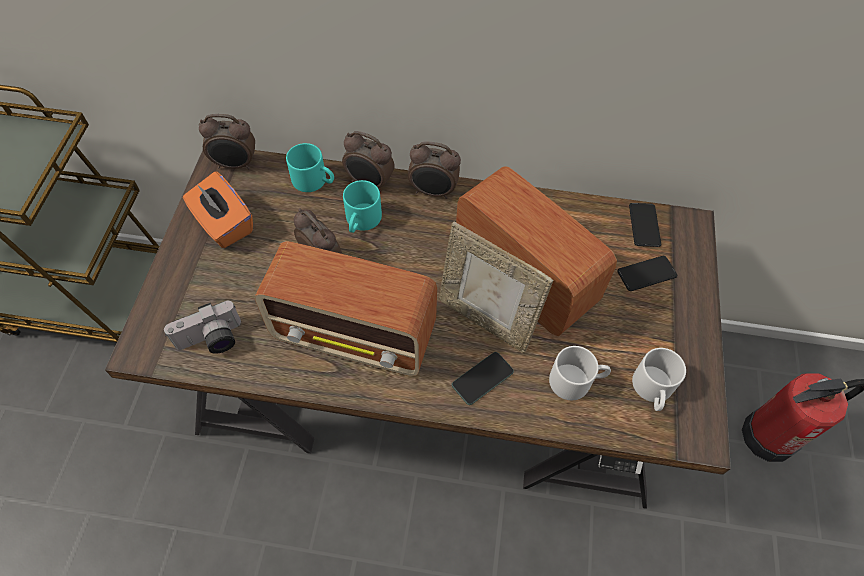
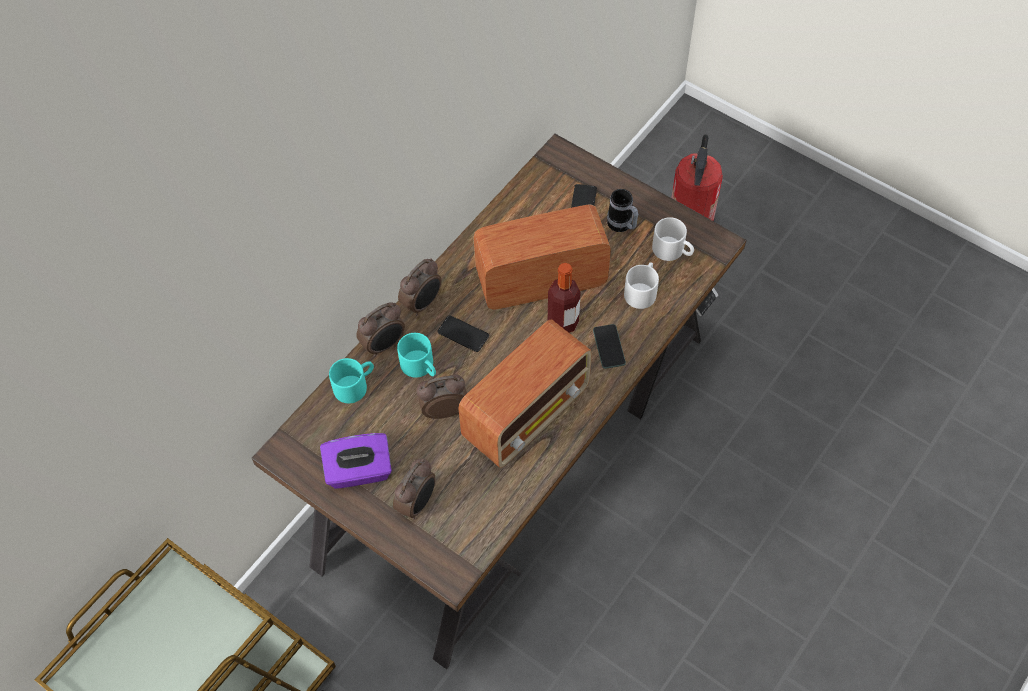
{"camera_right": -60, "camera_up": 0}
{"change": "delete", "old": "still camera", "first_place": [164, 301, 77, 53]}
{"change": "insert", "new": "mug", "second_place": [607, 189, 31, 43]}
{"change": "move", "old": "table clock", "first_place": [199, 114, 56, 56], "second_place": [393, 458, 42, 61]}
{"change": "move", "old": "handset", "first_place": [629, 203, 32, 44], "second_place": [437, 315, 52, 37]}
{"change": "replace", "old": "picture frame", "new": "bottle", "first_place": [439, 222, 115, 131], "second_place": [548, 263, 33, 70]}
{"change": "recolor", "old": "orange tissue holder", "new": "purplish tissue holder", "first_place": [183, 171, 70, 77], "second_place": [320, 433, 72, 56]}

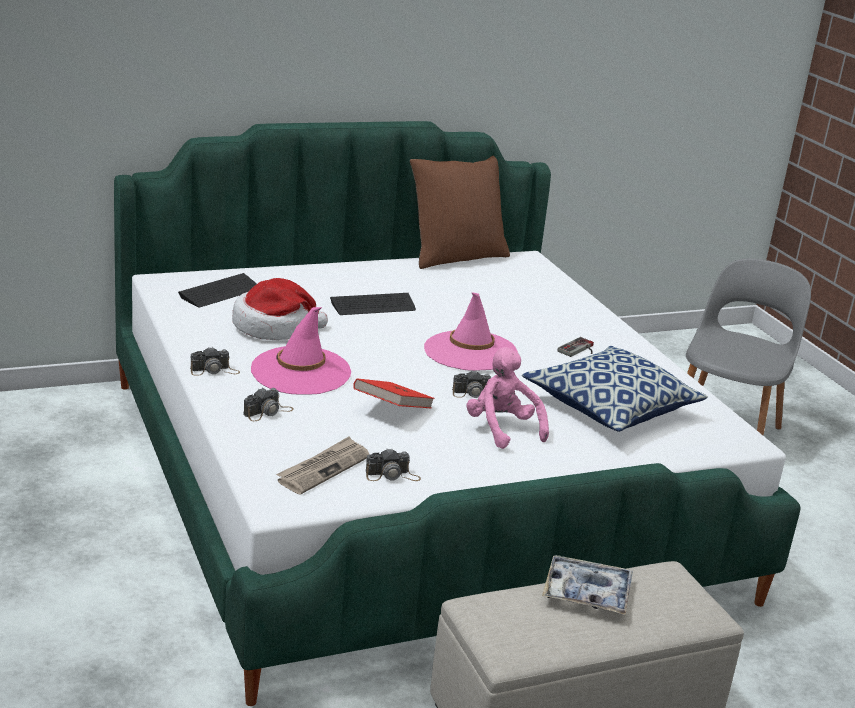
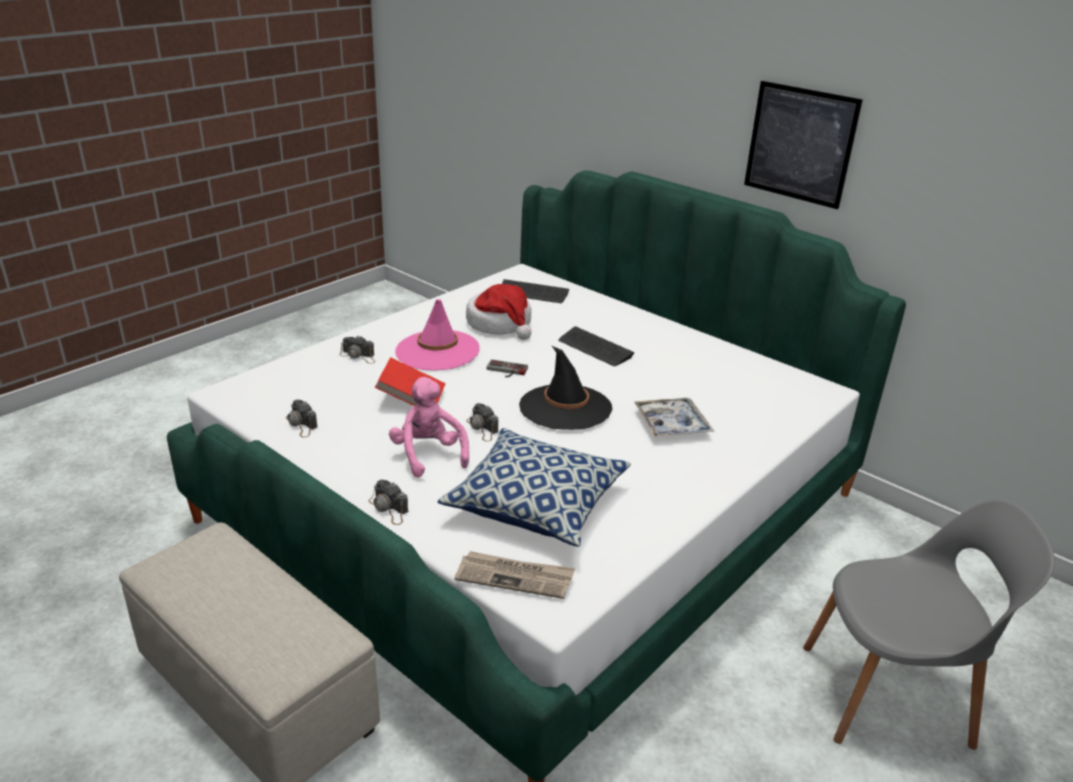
{"camera_right": 65, "camera_up": 5}
{"change": "delete", "old": "brown cushion", "first_place": [410, 156, 100, 113]}
{"change": "insert", "new": "wall picture", "second_place": [744, 81, 119, 128]}
{"change": "move", "old": "still camera", "first_place": [190, 347, 50, 29], "second_place": [369, 479, 39, 46]}
{"change": "move", "old": "printed paper", "first_place": [276, 436, 93, 58], "second_place": [454, 551, 121, 48]}
{"change": "move", "old": "tray", "first_place": [542, 555, 91, 60], "second_place": [634, 398, 81, 39]}
{"change": "move", "old": "joypad", "first_place": [557, 337, 37, 20], "second_place": [487, 359, 41, 18]}
{"change": "recolor", "old": "pinkish clothing hat", "new": "black-coloured clothing hat", "first_place": [424, 292, 94, 79], "second_place": [519, 346, 93, 84]}
{"change": "rotate", "old": "pinkish cuddly toy", "first_place": [466, 347, 83, 102], "second_place": [389, 377, 80, 101], "degrees": -60}

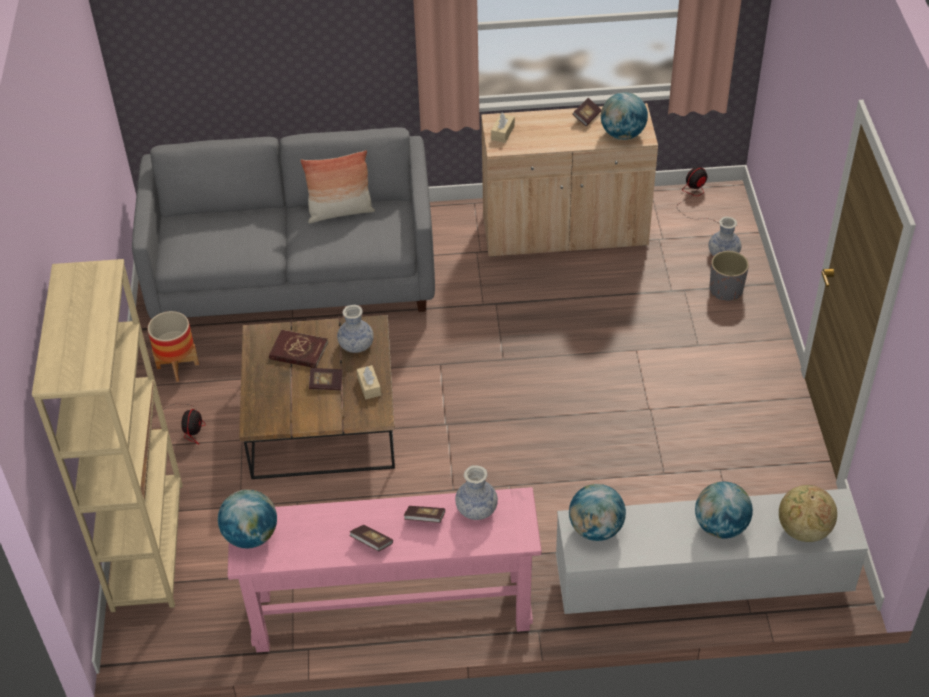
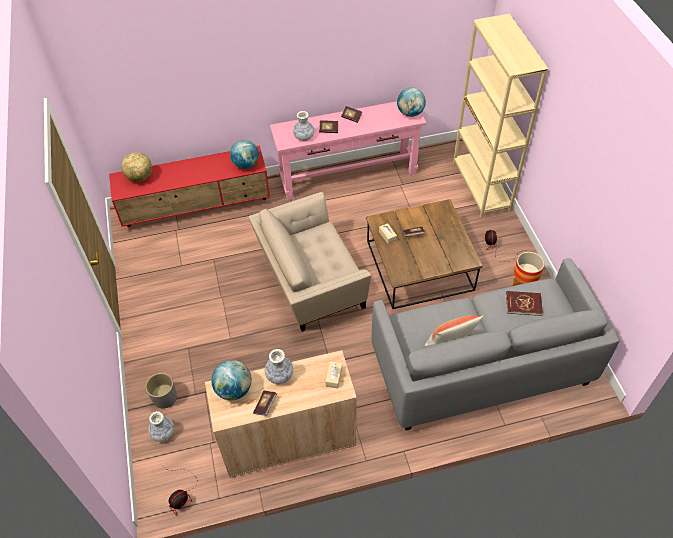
{"camera_right": 170, "camera_up": 5}
{"change": "delete", "old": "world globe", "first_place": [695, 482, 58, 56]}
{"change": "insert", "new": "beige easy chair", "second_place": [248, 192, 123, 140]}
{"change": "move", "old": "reddish bound book", "first_place": [269, 330, 59, 38], "second_place": [506, 291, 37, 25]}
{"change": "move", "old": "decorative vase", "first_place": [337, 305, 37, 48], "second_place": [265, 349, 28, 35]}
{"change": "recolor", "old": "white tv unit", "new": "reddish tv unit", "first_place": [556, 488, 312, 126], "second_place": [109, 146, 161, 81]}

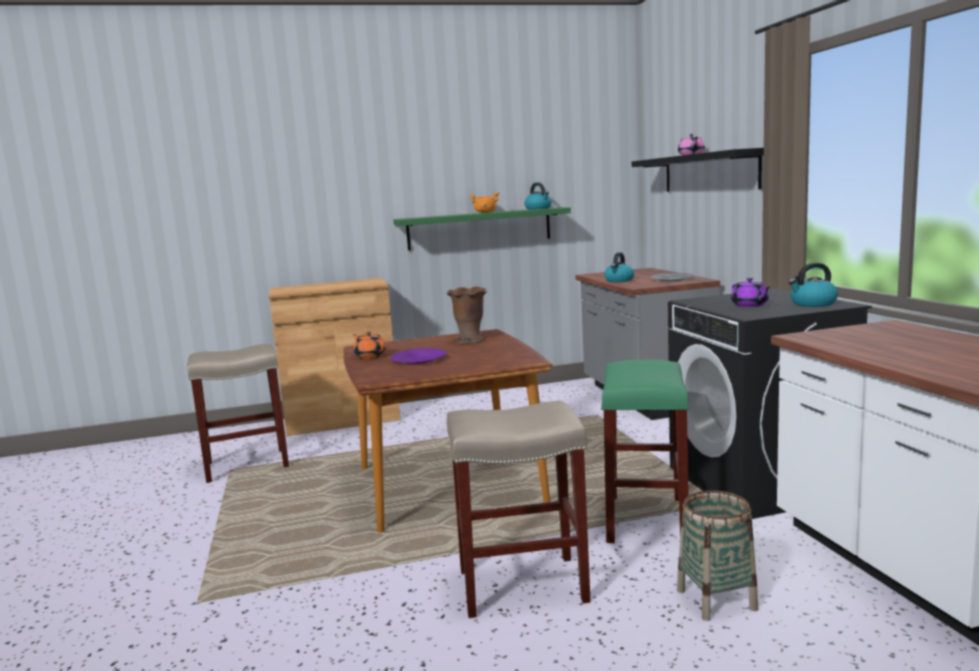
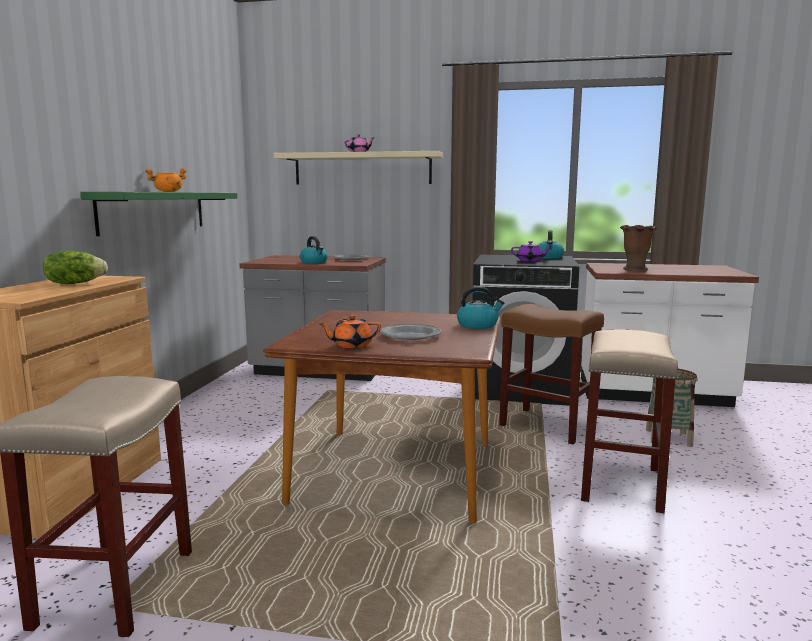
{"camera_right": -65, "camera_up": 0}
{"change": "insert", "new": "lettuce head", "second_place": [43, 251, 65, 33]}
{"change": "move", "old": "brown decorative vase", "first_place": [447, 286, 40, 58], "second_place": [620, 225, 37, 46]}
{"change": "move", "old": "tea kettle", "first_place": [525, 182, 27, 28], "second_place": [457, 287, 47, 42]}
{"change": "recolor", "old": "purplish flat dish", "new": "greyish flat dish", "first_place": [390, 348, 56, 16], "second_place": [380, 324, 62, 16]}
{"change": "recolor", "old": "green stool", "new": "brown stool", "first_place": [601, 359, 89, 184], "second_place": [499, 304, 105, 140]}
{"change": "recolor", "old": "black-coloured bracket shelf", "new": "beige bracket shelf", "first_place": [632, 148, 132, 44], "second_place": [274, 151, 169, 34]}

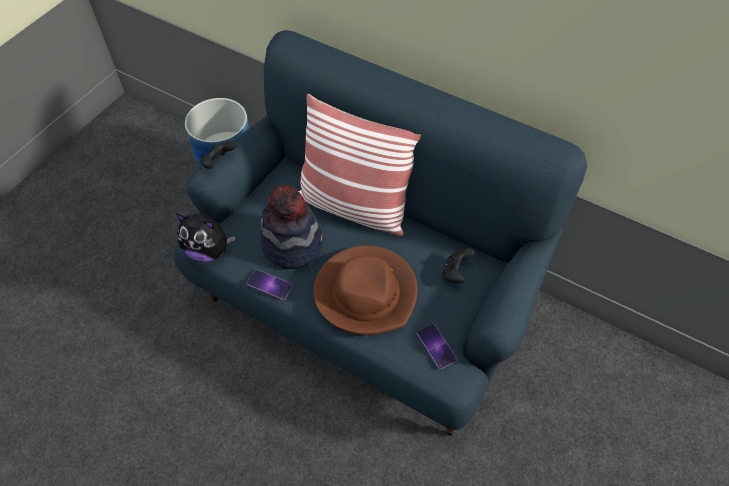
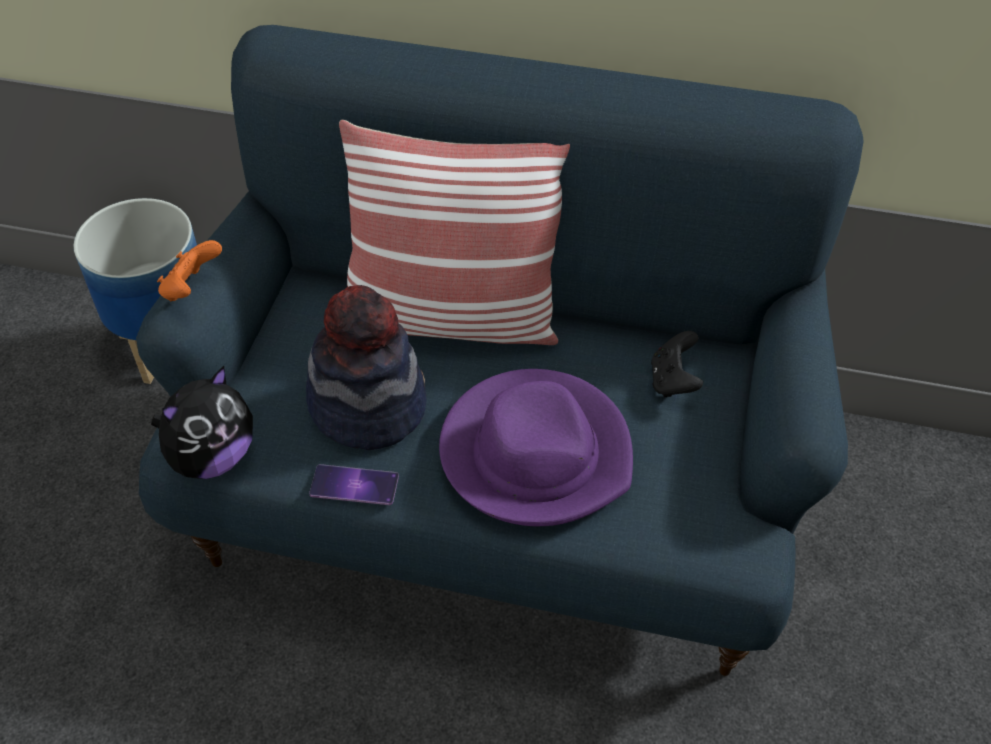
{"camera_right": -20, "camera_up": -5}
{"change": "delete", "old": "handset", "first_place": [417, 324, 41, 45]}
{"change": "recolor", "old": "black-coloured joypad", "new": "orange joypad", "first_place": [200, 141, 36, 28], "second_place": [157, 240, 65, 61]}
{"change": "recolor", "old": "brown clothing hat", "new": "purplish clothing hat", "first_place": [313, 245, 105, 90], "second_place": [439, 369, 194, 157]}
{"change": "rotate", "old": "cuddly toy", "first_place": [176, 213, 59, 49], "second_place": [151, 366, 102, 113], "degrees": -45}

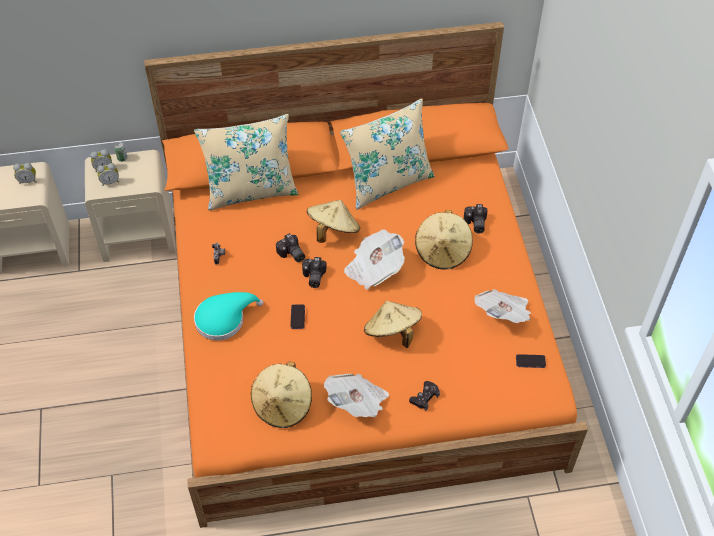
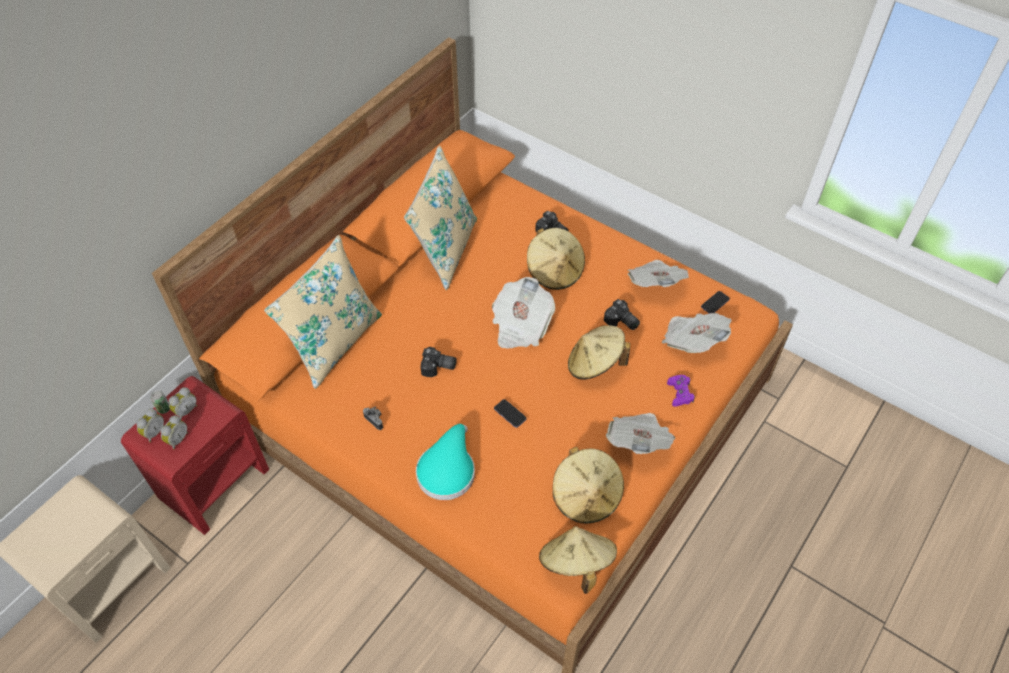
{"camera_right": -45, "camera_up": 0}
{"change": "insert", "new": "printed paper", "second_place": [662, 313, 70, 40]}
{"change": "move", "old": "table clock", "first_place": [13, 163, 24, 21], "second_place": [169, 387, 28, 32]}
{"change": "move", "old": "still camera", "first_place": [302, 257, 25, 31], "second_place": [604, 299, 36, 31]}
{"change": "move", "old": "beige clothing hat", "first_place": [307, 200, 53, 43], "second_place": [539, 526, 78, 68]}
{"change": "recolor", "old": "beige nightstand", "new": "reddish nightstand", "first_place": [85, 150, 91, 112], "second_place": [121, 376, 148, 159]}
{"change": "recolor", "old": "black-coloured joypad", "new": "purplish joypad", "first_place": [409, 381, 31, 30], "second_place": [667, 375, 28, 32]}

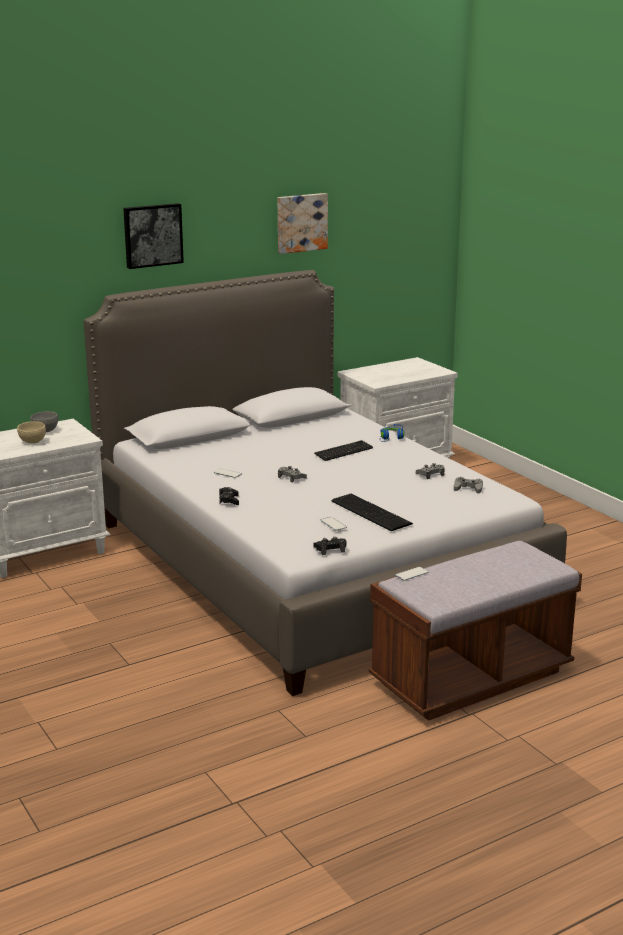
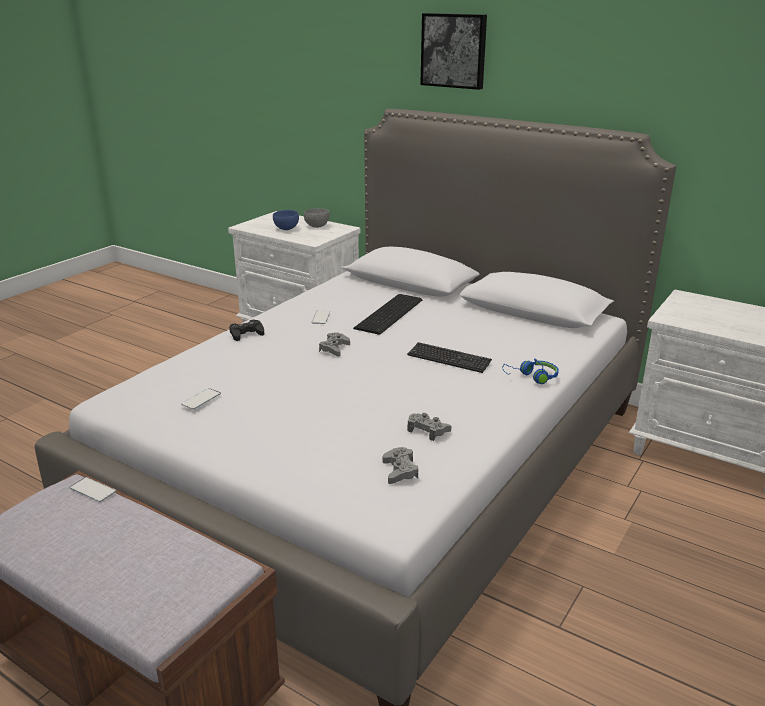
{"camera_right": 65, "camera_up": 5}
{"change": "delete", "old": "wall picture", "first_place": [278, 193, 50, 61]}
{"change": "delete", "old": "black-coloured joypad", "first_place": [313, 537, 33, 18]}
{"change": "move", "old": "keyboard", "first_place": [331, 494, 82, 37], "second_place": [353, 294, 70, 41]}
{"change": "recolor", "old": "beige serving bowl", "new": "bluish serving bowl", "first_place": [17, 421, 29, 23], "second_place": [273, 210, 26, 20]}

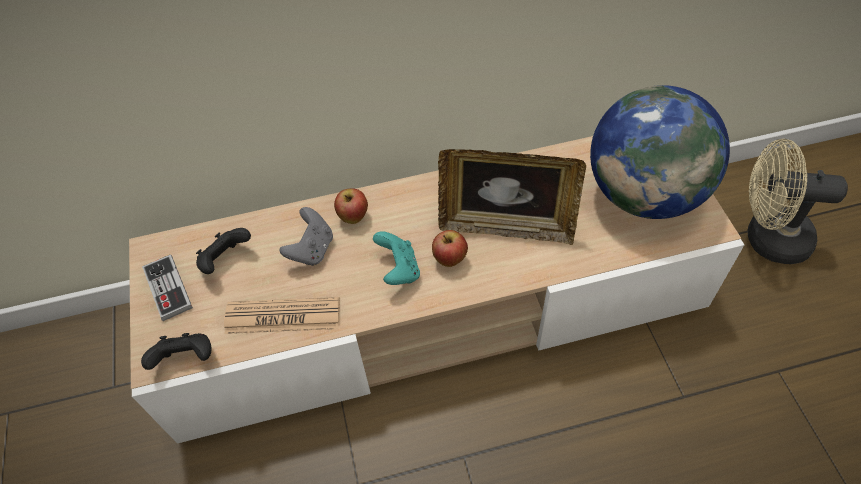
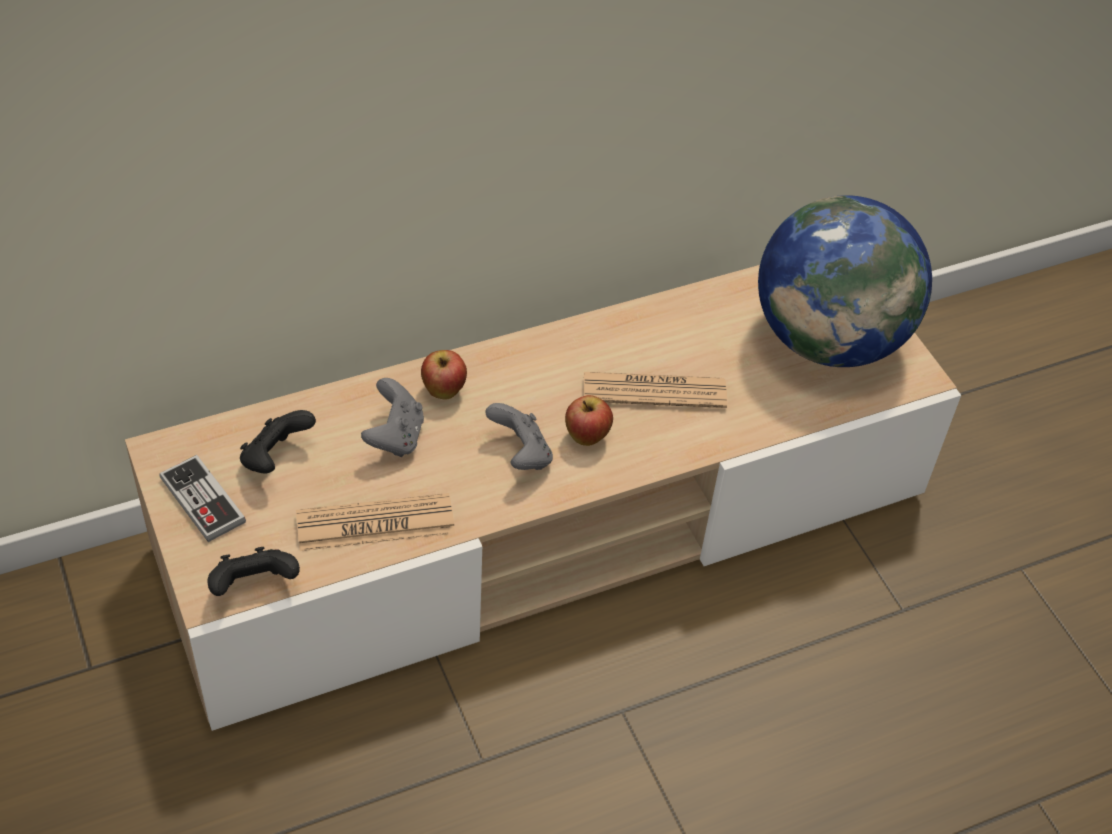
{"camera_right": -15, "camera_up": -5}
{"change": "delete", "old": "beige cooling fan", "first_place": [748, 139, 100, 125]}
{"change": "replace", "old": "picture frame", "new": "printed paper", "first_place": [438, 149, 148, 96], "second_place": [584, 372, 143, 36]}
{"change": "recolor", "old": "turquoise joypad", "new": "greyish joypad", "first_place": [373, 231, 47, 54], "second_place": [485, 403, 68, 67]}

